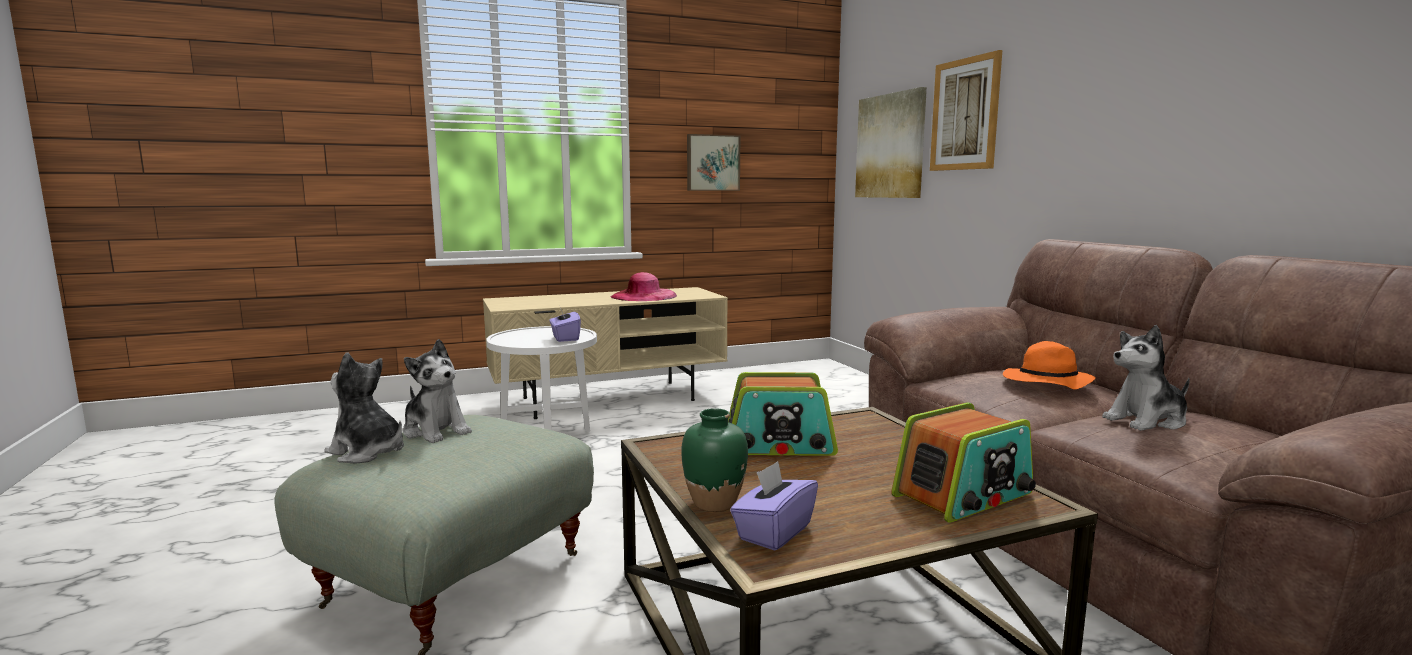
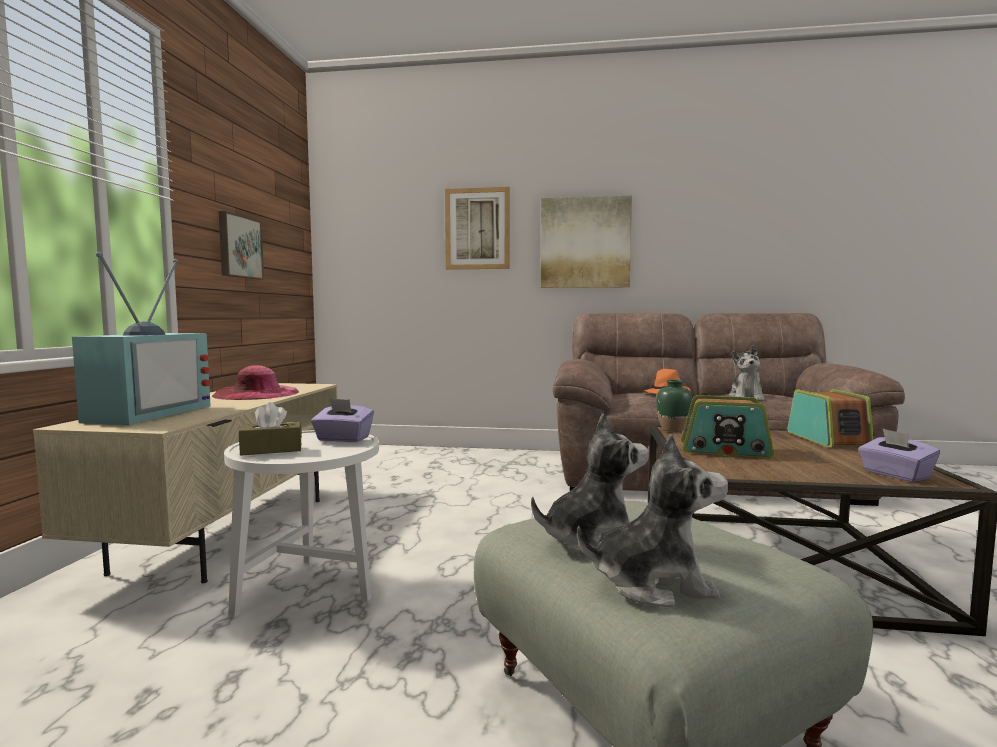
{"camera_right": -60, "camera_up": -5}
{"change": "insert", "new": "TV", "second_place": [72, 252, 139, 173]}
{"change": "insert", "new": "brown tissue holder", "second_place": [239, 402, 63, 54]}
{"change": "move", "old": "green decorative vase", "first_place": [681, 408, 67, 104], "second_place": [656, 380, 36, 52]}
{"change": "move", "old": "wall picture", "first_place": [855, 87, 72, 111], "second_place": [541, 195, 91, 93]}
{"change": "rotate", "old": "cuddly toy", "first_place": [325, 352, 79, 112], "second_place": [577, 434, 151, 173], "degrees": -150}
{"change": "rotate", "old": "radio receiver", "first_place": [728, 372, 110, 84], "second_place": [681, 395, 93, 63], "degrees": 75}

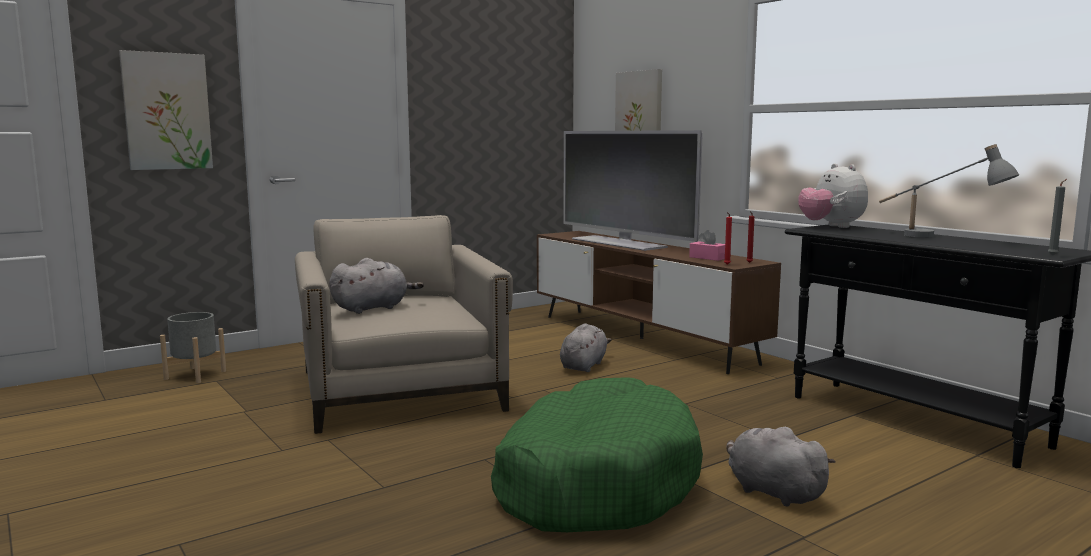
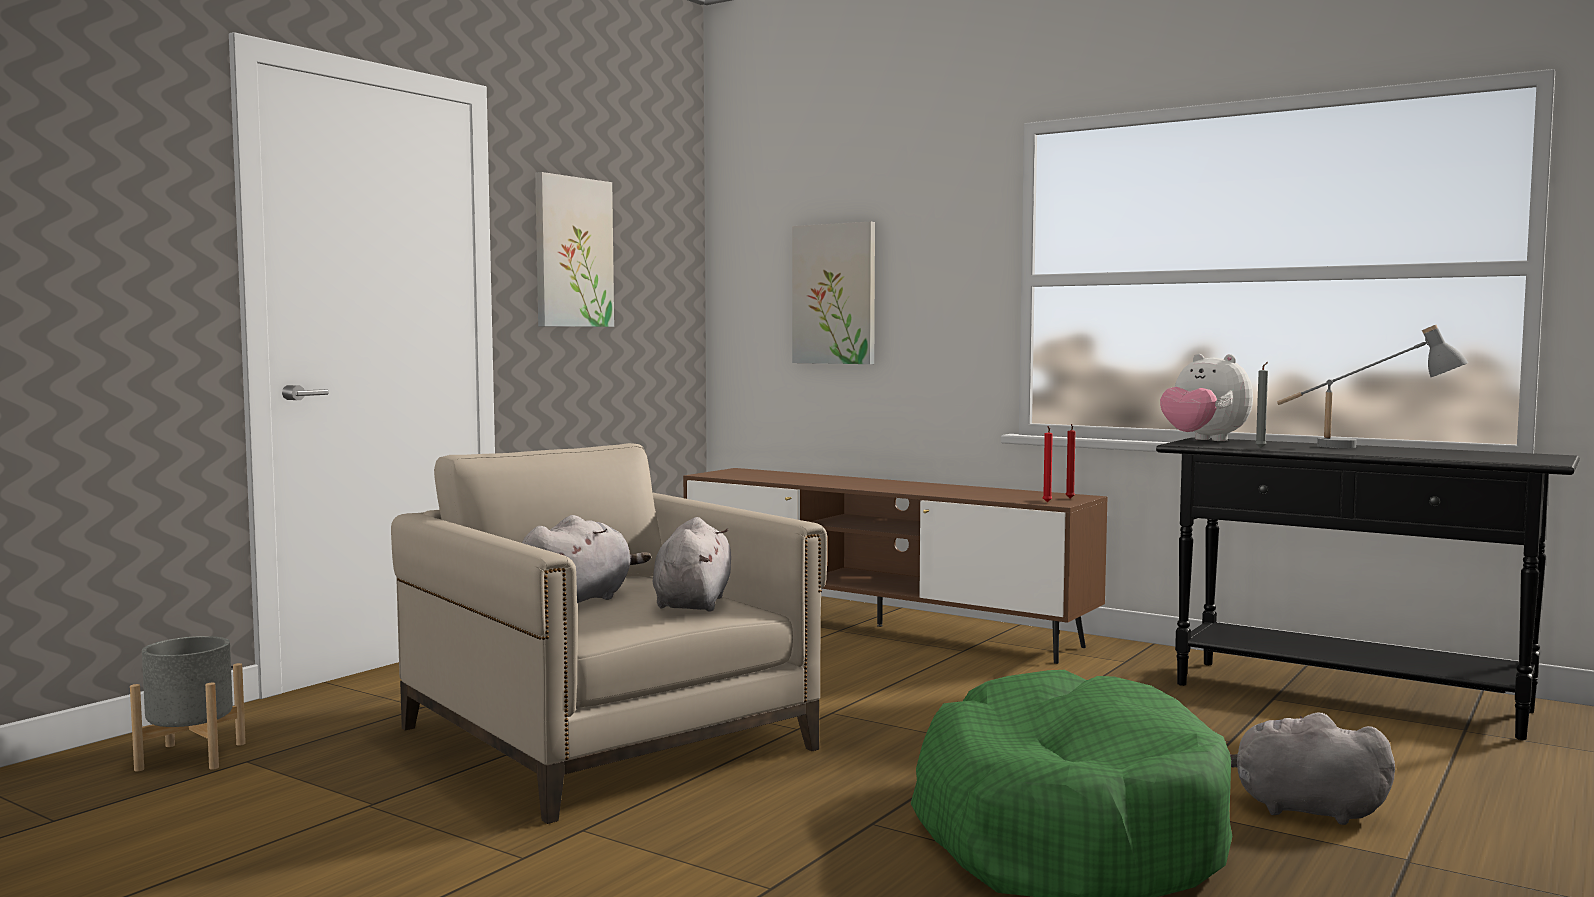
{"camera_right": -20, "camera_up": -5}
{"change": "delete", "old": "TV", "first_place": [563, 130, 140, 121]}
{"change": "delete", "old": "pinkish tissue holder", "first_place": [689, 230, 36, 31]}
{"change": "move", "old": "wall picture", "first_place": [119, 50, 94, 120], "second_place": [535, 172, 79, 155]}
{"change": "move", "old": "greyish cuddly toy", "first_place": [560, 323, 51, 49], "second_place": [653, 517, 78, 94]}
{"change": "move", "old": "greyish wax candle", "first_place": [1048, 179, 19, 76], "second_place": [1255, 362, 13, 86]}

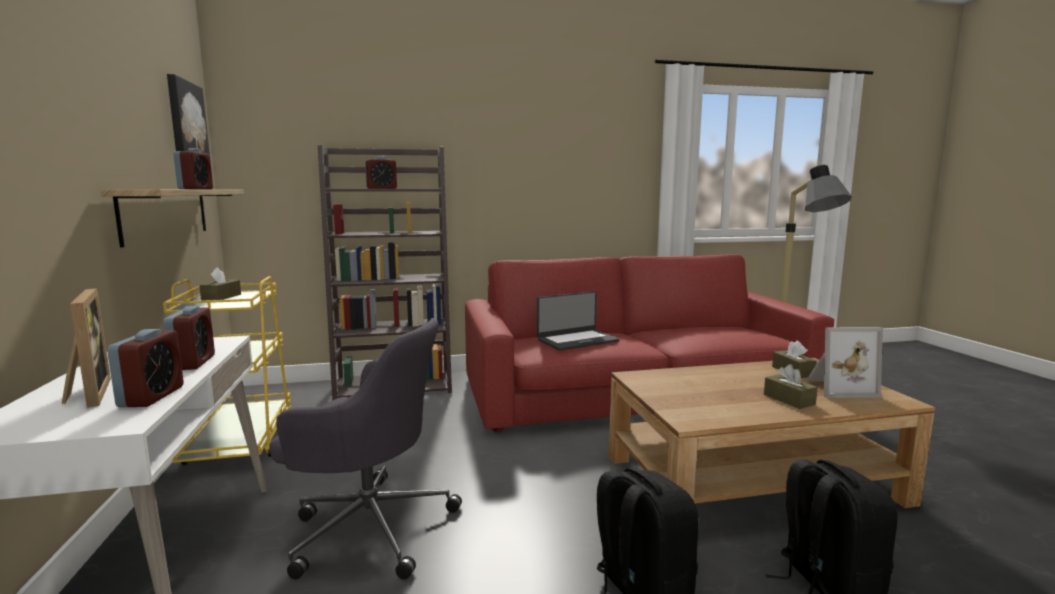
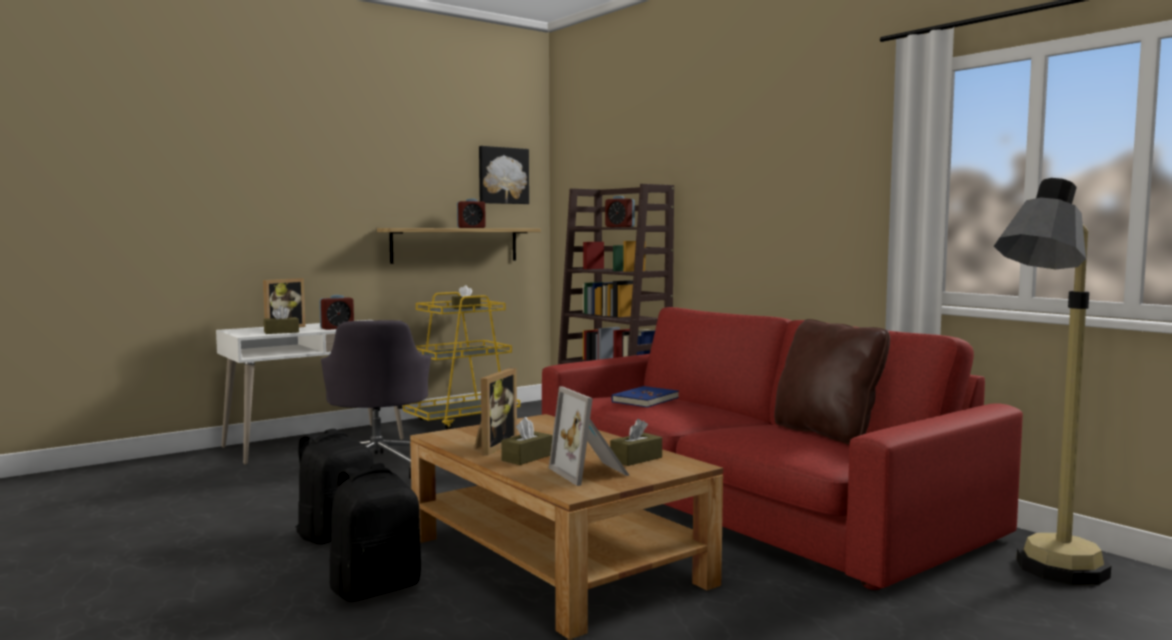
{"camera_right": 65, "camera_up": -5}
{"change": "insert", "new": "picture frame", "second_place": [474, 368, 43, 87]}
{"change": "insert", "new": "brown cushion", "second_place": [774, 319, 116, 126]}
{"change": "replace", "old": "table clock", "new": "brown tissue holder", "first_place": [107, 329, 77, 78], "second_place": [264, 306, 35, 28]}
{"change": "replace", "old": "portable computer", "new": "bluish bound book", "first_place": [537, 291, 82, 60], "second_place": [611, 386, 68, 21]}

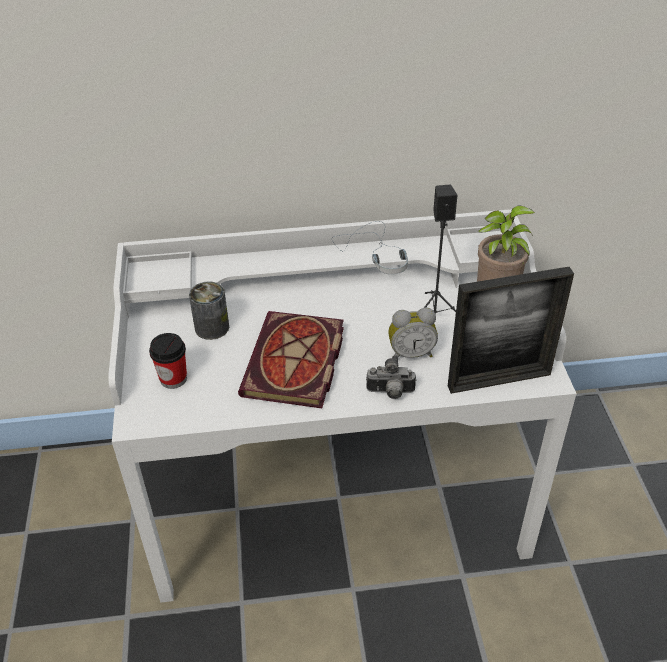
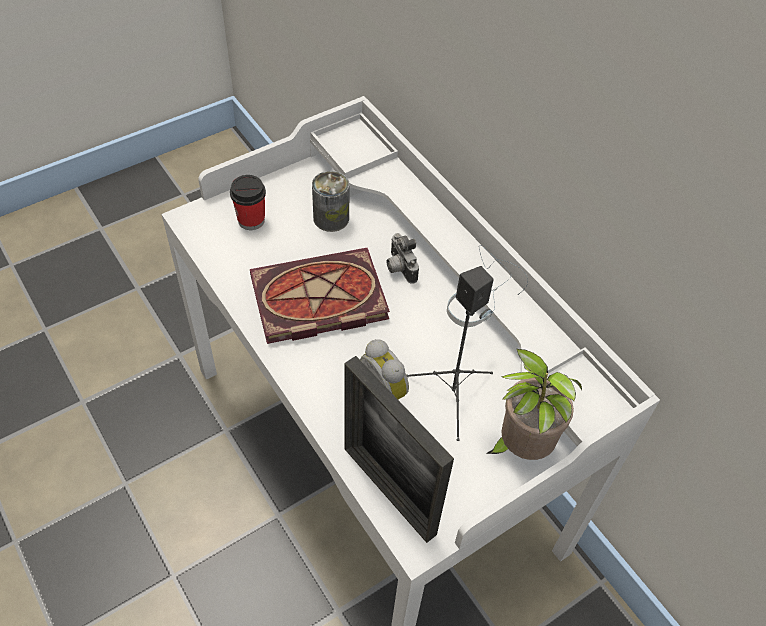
{"camera_right": 60, "camera_up": 10}
{"change": "move", "old": "still camera", "first_place": [366, 355, 50, 44], "second_place": [386, 233, 33, 51]}

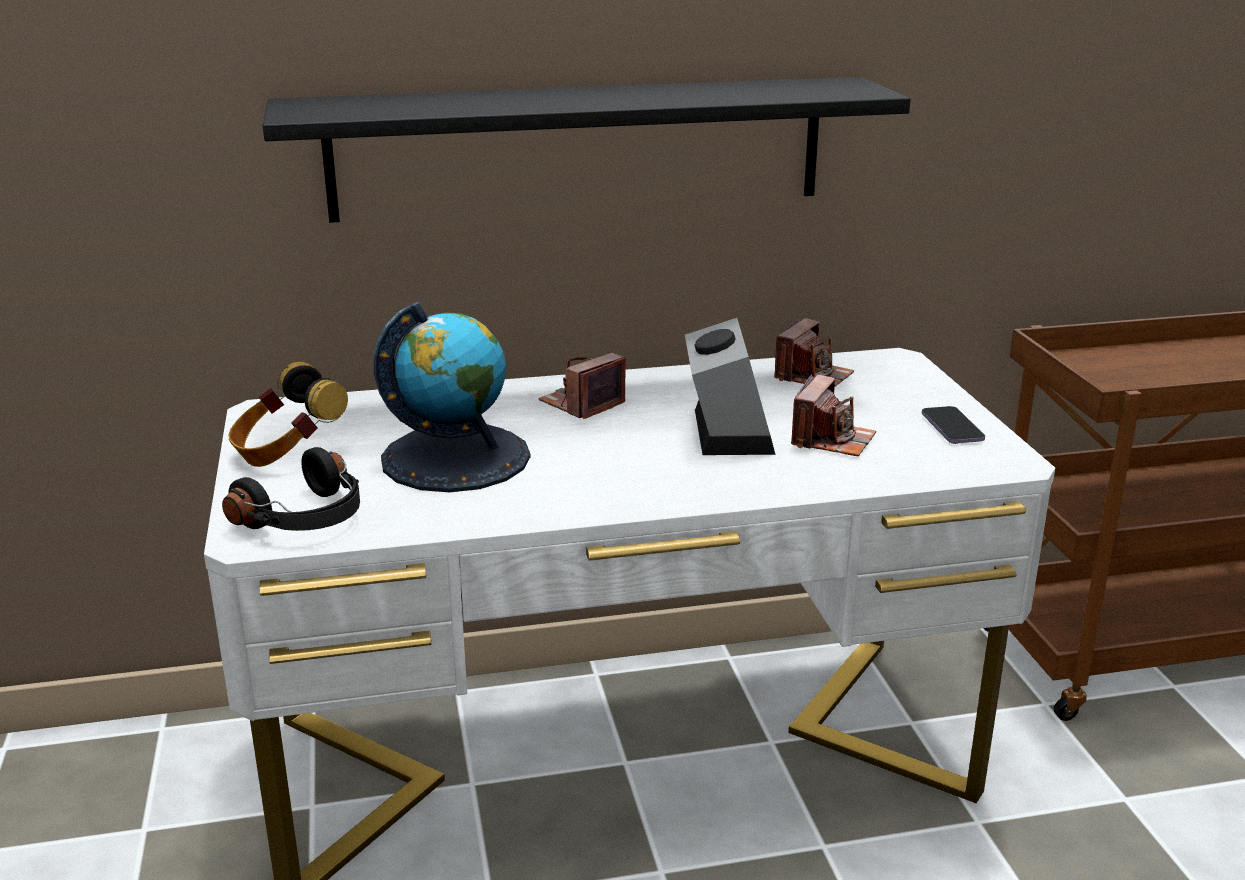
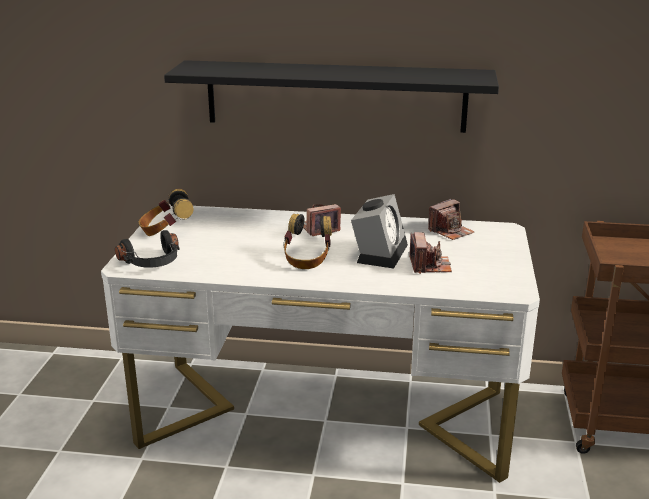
{"camera_right": 20, "camera_up": 0}
{"change": "delete", "old": "world globe", "first_place": [373, 302, 157, 190]}
{"change": "delete", "old": "handset", "first_place": [922, 406, 63, 38]}
{"change": "insert", "new": "pair of headphones", "second_place": [283, 214, 49, 55]}
{"change": "rotate", "old": "still camera", "first_place": [791, 374, 85, 82], "second_place": [409, 232, 43, 42], "degrees": -45}

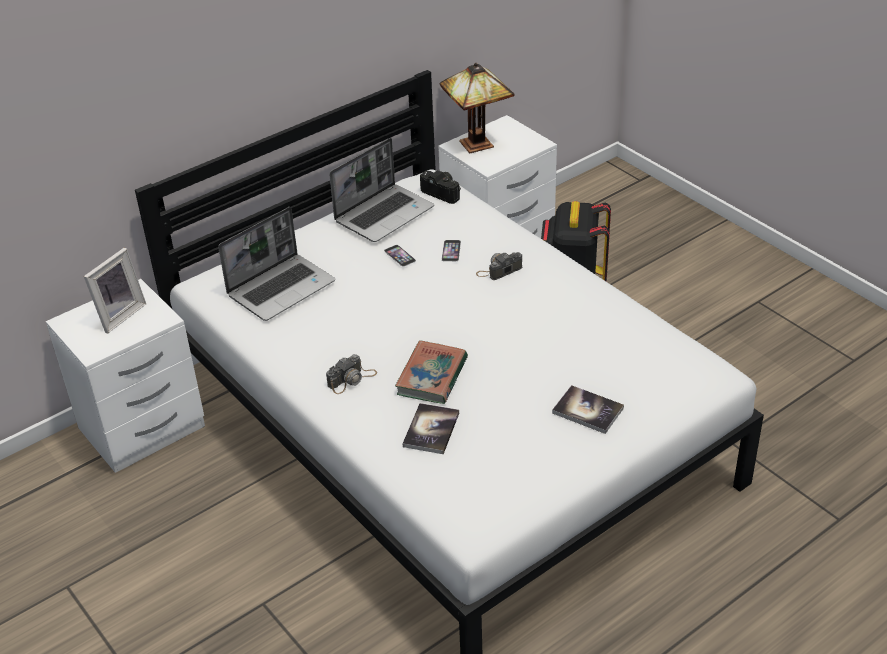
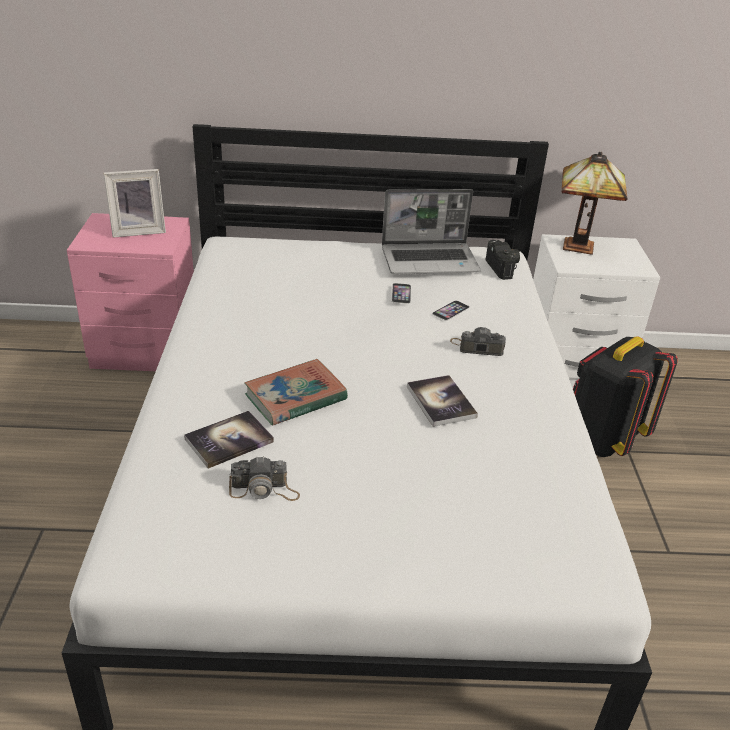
{"camera_right": 35, "camera_up": -5}
{"change": "delete", "old": "portable computer", "first_place": [218, 207, 117, 114]}
{"change": "move", "old": "still camera", "first_place": [326, 354, 51, 40], "second_place": [229, 456, 71, 45]}
{"change": "move", "old": "bound book", "first_place": [552, 385, 72, 49], "second_place": [407, 375, 71, 52]}
{"change": "recolor", "old": "white nightstand", "new": "pinkish nightstand", "first_place": [46, 279, 159, 194], "second_place": [67, 213, 127, 158]}

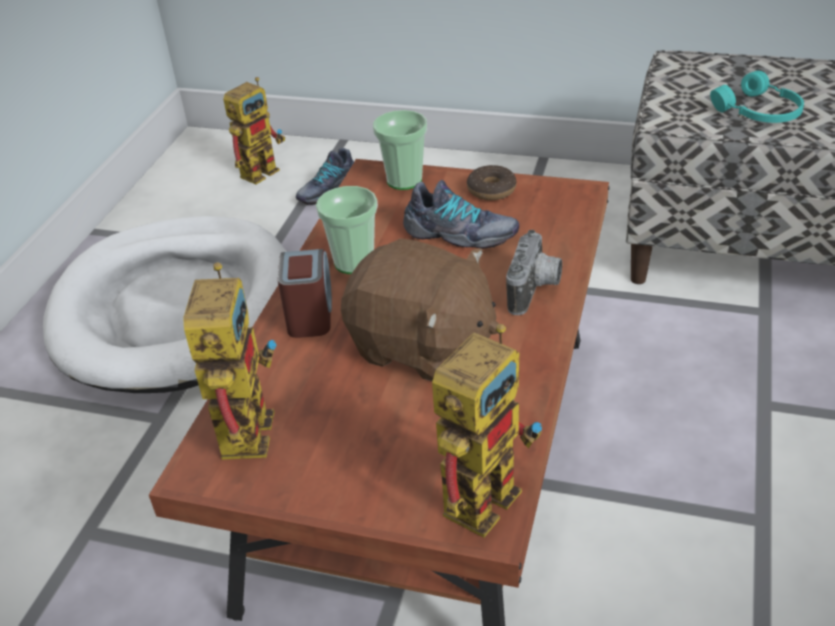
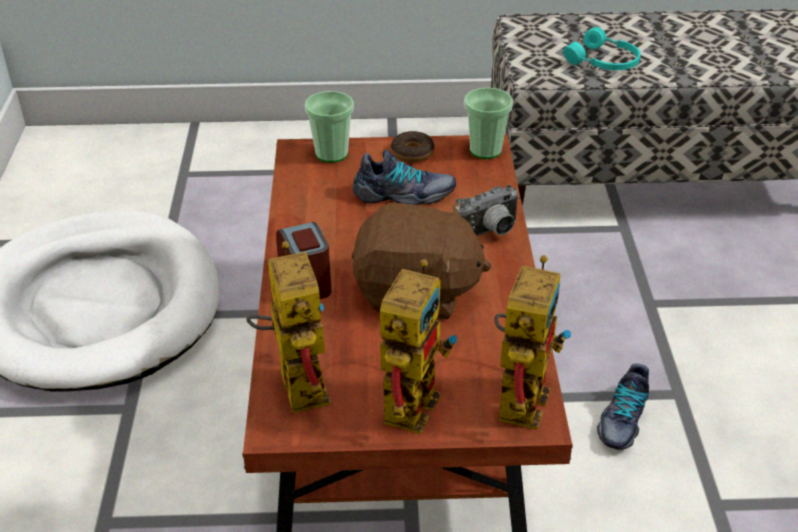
{"camera_right": -20, "camera_up": 0}
{"change": "move", "old": "robot figure", "first_place": [223, 77, 62, 107], "second_place": [380, 259, 77, 175]}
{"change": "move", "old": "shoe", "first_place": [296, 148, 58, 57], "second_place": [597, 363, 52, 87]}
{"change": "move", "old": "cup", "first_place": [316, 186, 62, 88], "second_place": [464, 87, 49, 72]}
{"change": "rotate", "old": "still camera", "first_place": [506, 230, 56, 85], "second_place": [456, 185, 64, 51], "degrees": 60}

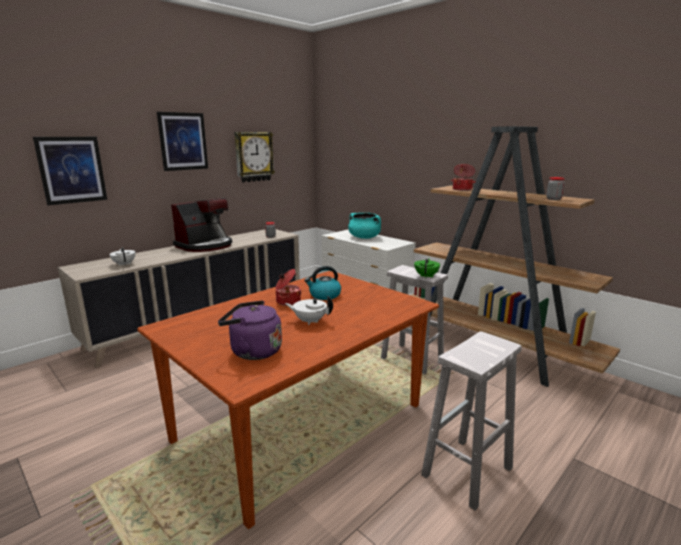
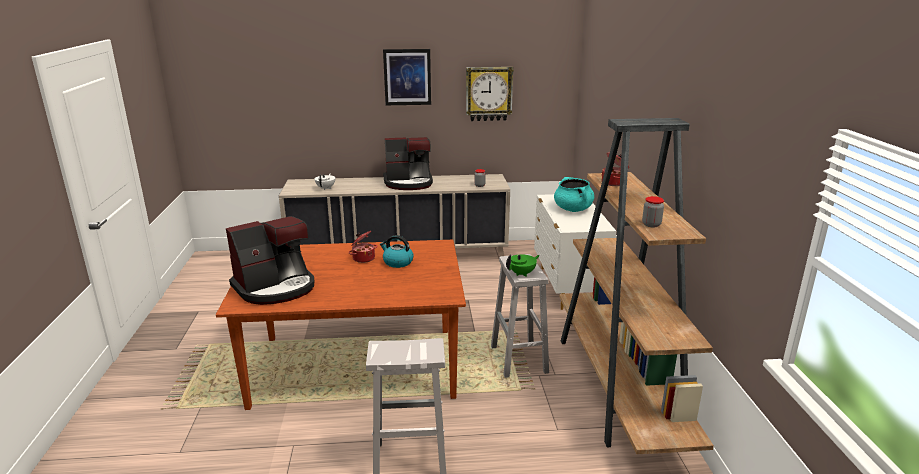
{"camera_right": 40, "camera_up": 5}
{"change": "delete", "old": "wall picture", "first_place": [33, 137, 74, 68]}
{"change": "delete", "old": "white teapot", "first_place": [285, 295, 48, 30]}
{"change": "replace", "old": "purplish tea kettle", "new": "coffee machine", "first_place": [218, 300, 64, 60], "second_place": [226, 216, 88, 89]}

